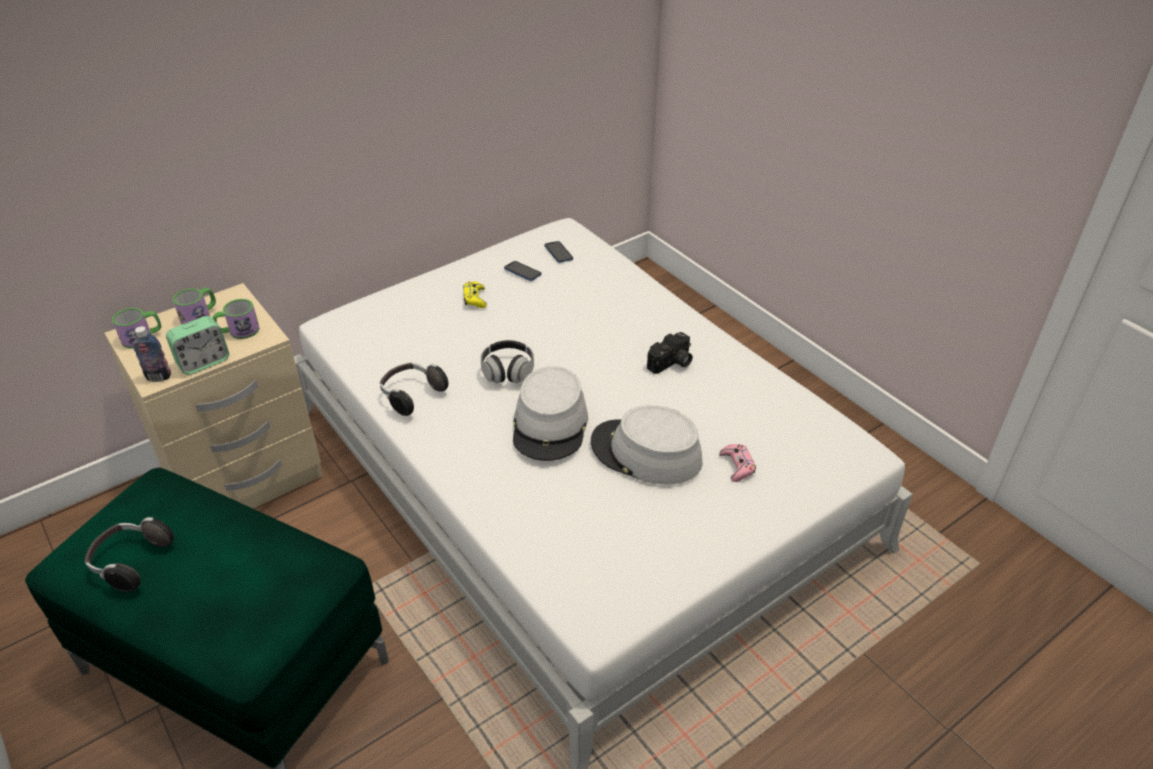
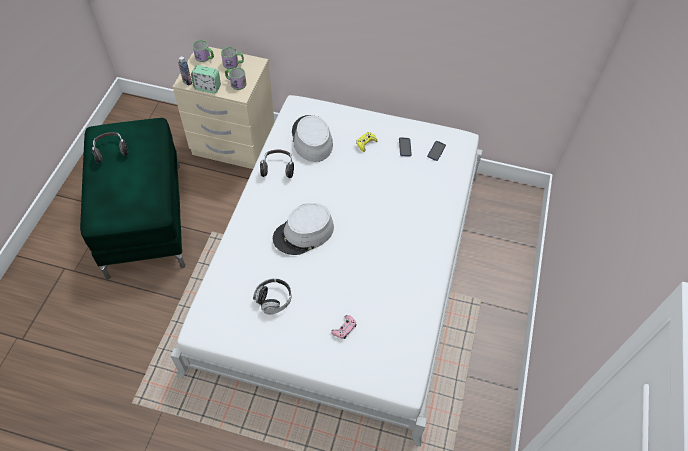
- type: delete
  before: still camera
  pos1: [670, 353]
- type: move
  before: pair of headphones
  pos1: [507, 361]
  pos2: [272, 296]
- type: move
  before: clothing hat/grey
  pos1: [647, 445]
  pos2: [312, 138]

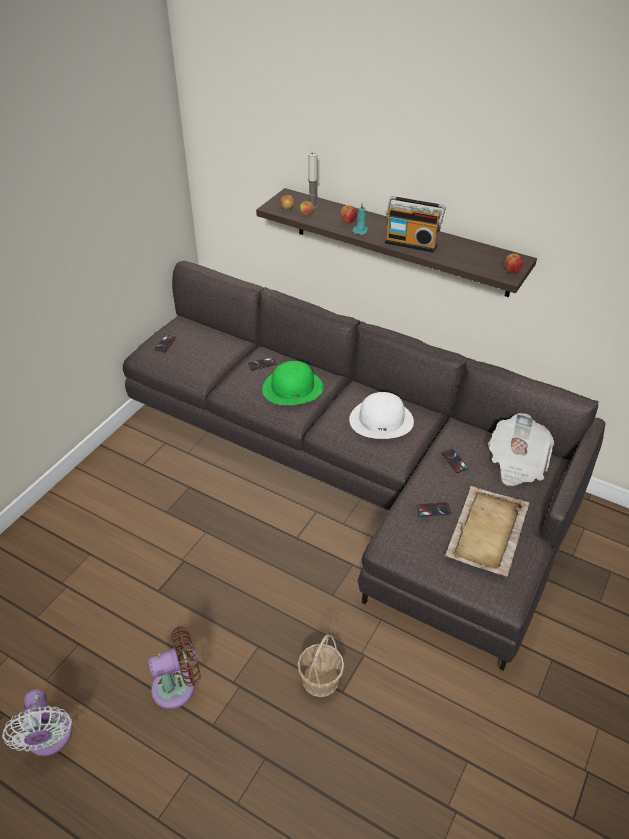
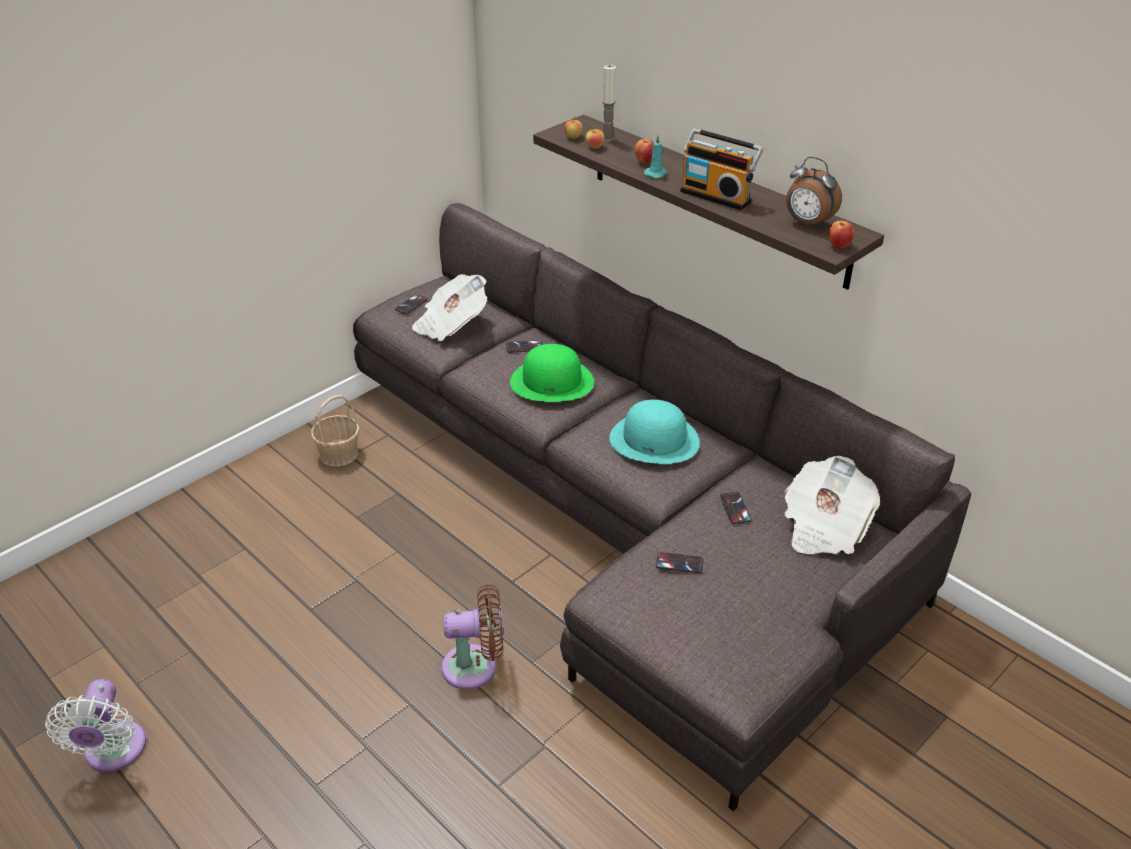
- type: delete
  before: carrying tray/beige
  pos1: [487, 531]
- type: insert
  after: printed paper
  pos2: [449, 307]
- type: insert
  after: alarm clock
  pos2: [814, 192]
- type: move
  before: fan/brown-coloured
  pos1: [174, 667]
  pos2: [472, 636]
- type: move
  before: household basket
  pos1: [321, 665]
  pos2: [335, 431]
- type: recolor
  before: clothing hat/whitish
  after: clothing hat/blue-green
  pos1: [381, 415]
  pos2: [655, 431]

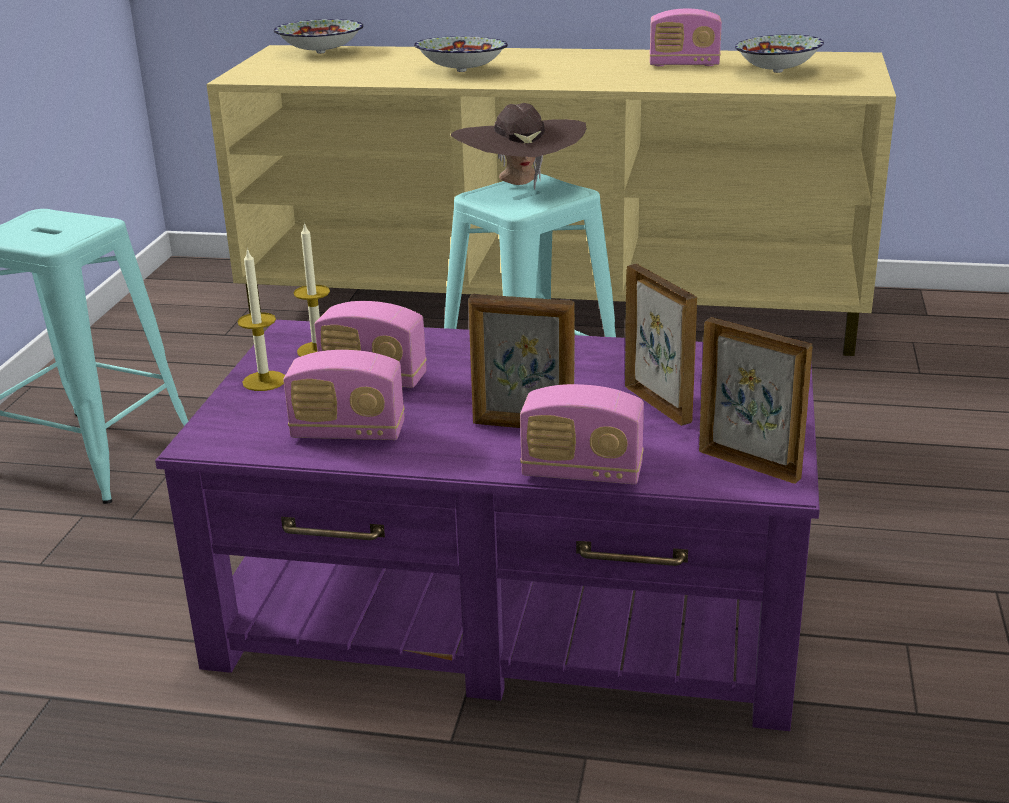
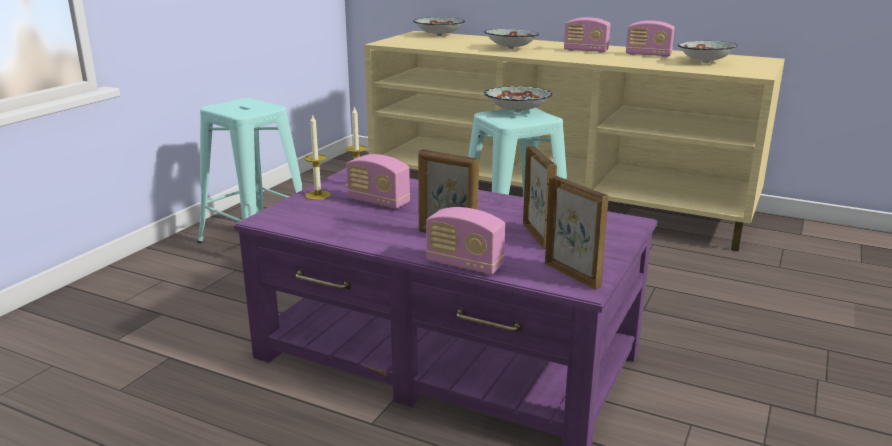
- type: move
  before: radio set
  pos1: [343, 395]
  pos2: [587, 35]
- type: replace
  before: clothing hat/brown-coloured
  after: bowl
  pos1: [518, 146]
  pos2: [518, 99]

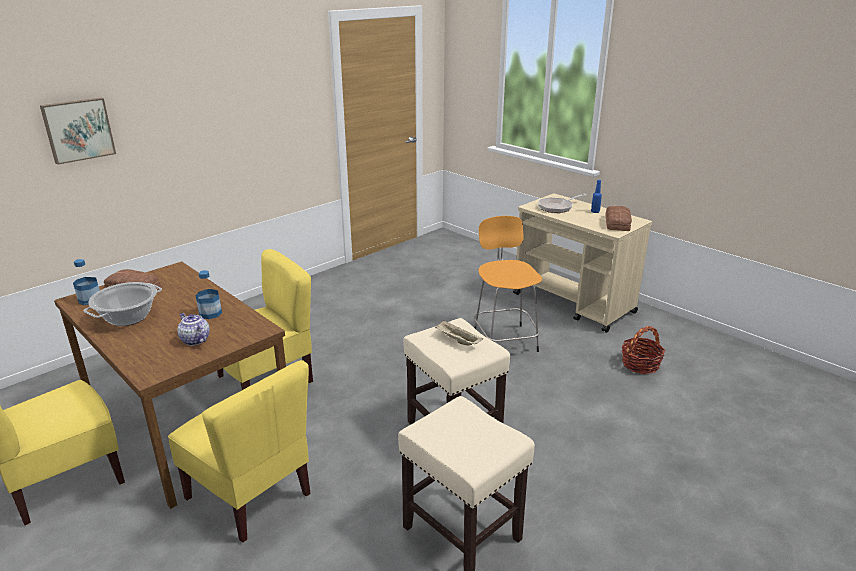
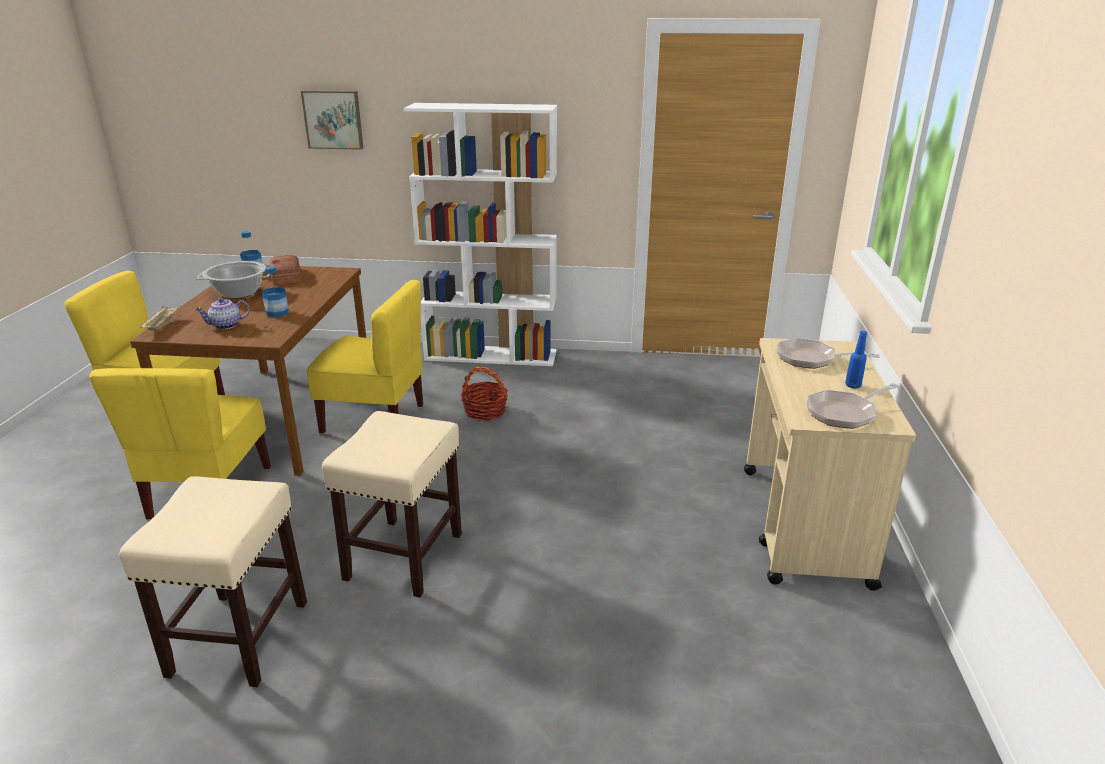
- type: delete
  before: sitting stool/orangey
  pos1: [508, 284]
- type: insert
  after: bookcase/whitish
  pos2: [480, 234]
- type: move
  before: carrying tray/beige
  pos1: [459, 332]
  pos2: [160, 317]
- type: move
  before: household basket
  pos1: [643, 350]
  pos2: [484, 394]
- type: replace
  before: baked bread
  after: skillet
  pos1: [619, 218]
  pos2: [853, 406]
- type: rotate
  before: tea pot
  pos1: [193, 329]
  pos2: [222, 313]
  turn: -120

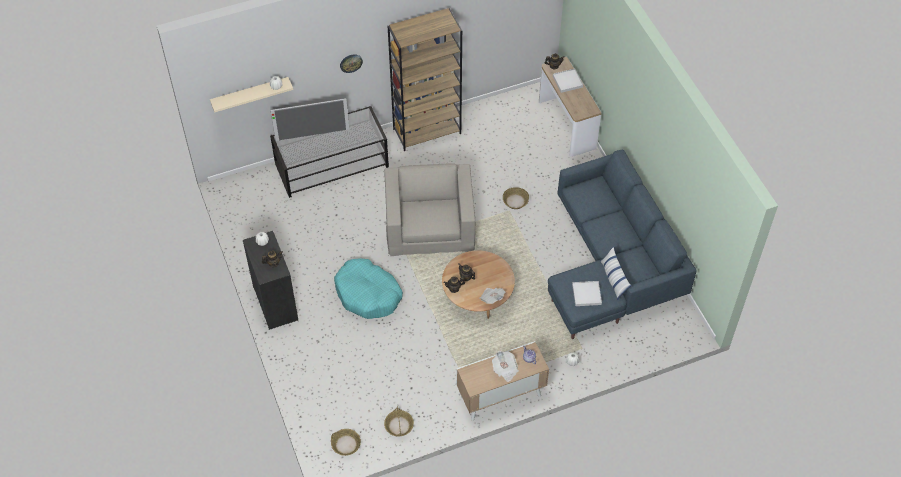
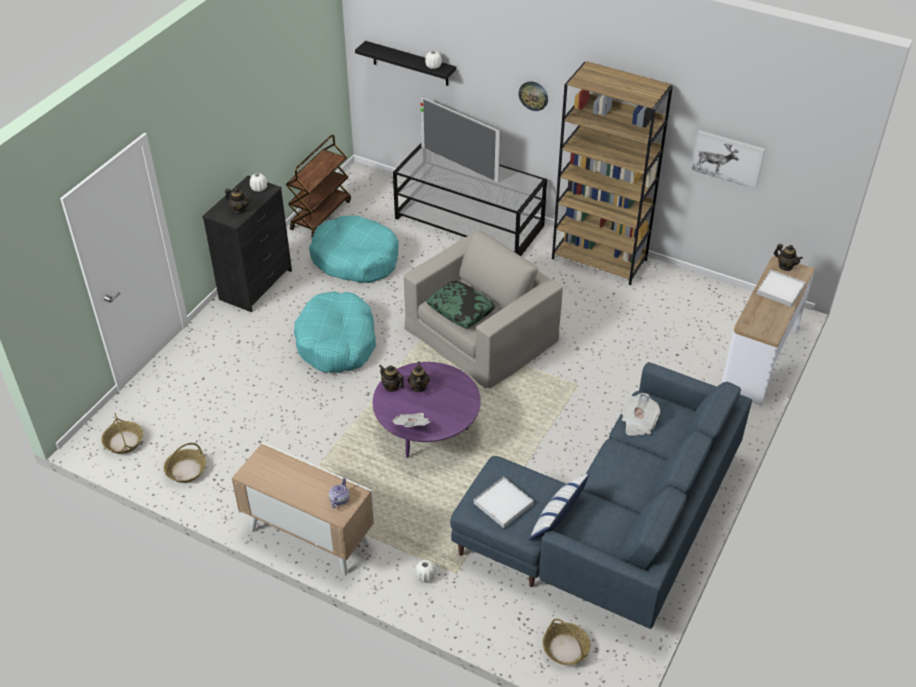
- type: insert
  after: wheeled cart/brown-coloured
  pos2: [318, 186]
- type: insert
  after: dog cushion/blue-green
  pos2: [354, 249]
- type: insert
  after: pillow
  pos2: [460, 304]
- type: insert
  after: picture
  pos2: [728, 159]
- type: move
  before: printed paper
  pos1: [505, 366]
  pos2: [640, 414]
- type: move
  before: household basket
  pos1: [516, 198]
  pos2: [567, 642]
- type: recolor
  before: bracket shelf/beige
  after: bracket shelf/black-coloured
  pos1: [251, 95]
  pos2: [405, 63]
- type: recolor
  before: lounge table/brown-coloured
  after: lounge table/purple
  pos1: [478, 284]
  pos2: [427, 410]

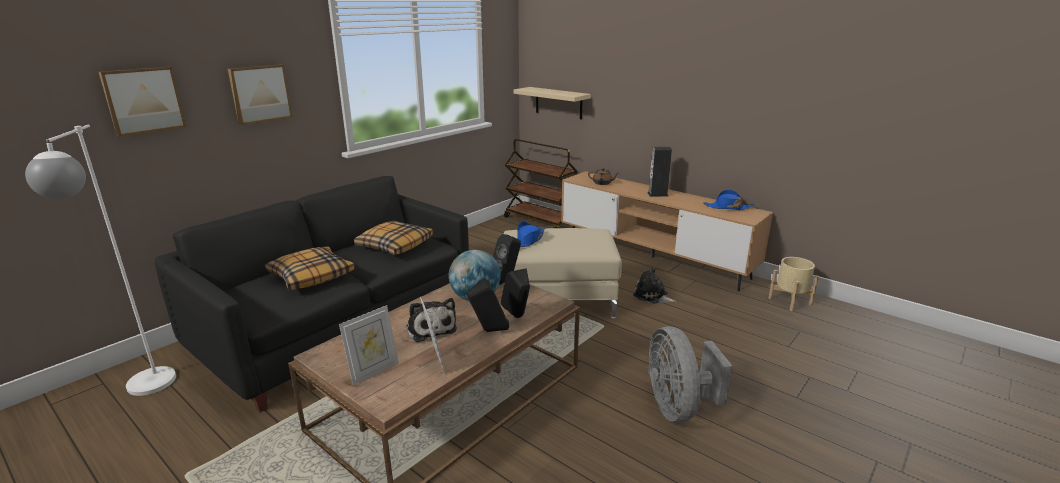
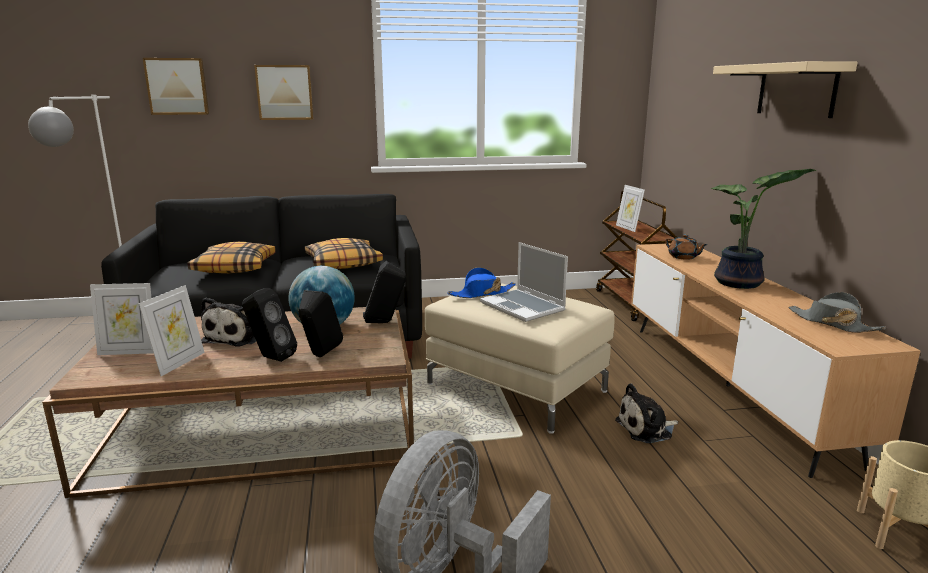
- type: insert
  after: laptop
  pos2: [524, 282]
- type: insert
  after: photo frame
  pos2: [630, 208]
- type: move
  before: bracket shelf/beige
  pos1: [552, 103]
  pos2: [785, 89]
- type: replace
  before: speaker
  after: houseplant
  pos1: [659, 172]
  pos2: [763, 229]
- type: recolor
  before: clothing hat/bluish
  after: clothing hat/grey
  pos1: [728, 200]
  pos2: [837, 312]
- type: rotate
  before: plush toy
  pos1: [654, 285]
  pos2: [646, 413]
  turn: -90

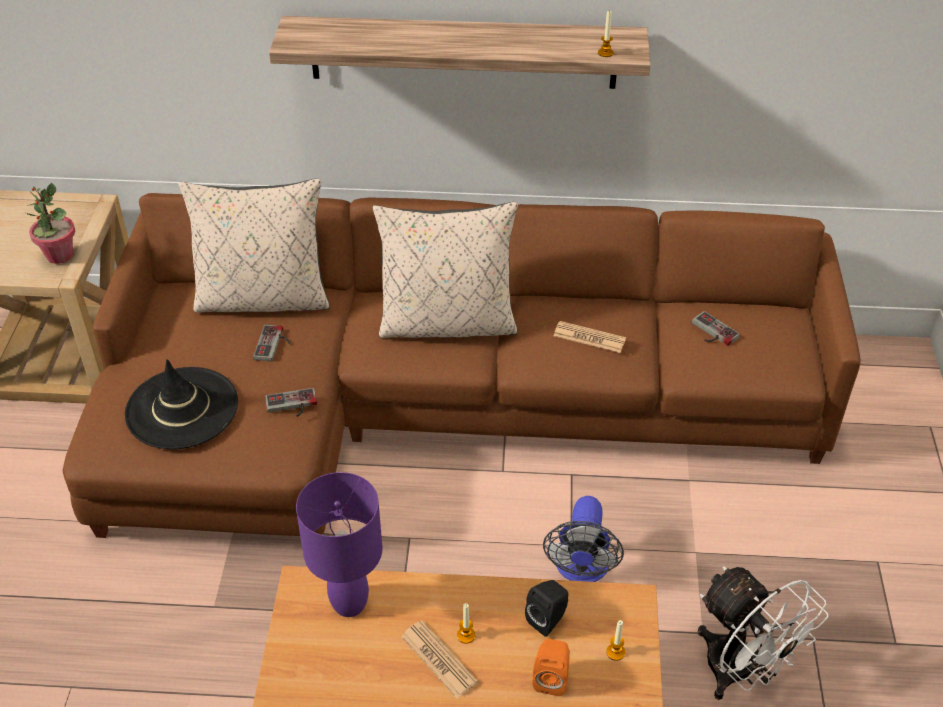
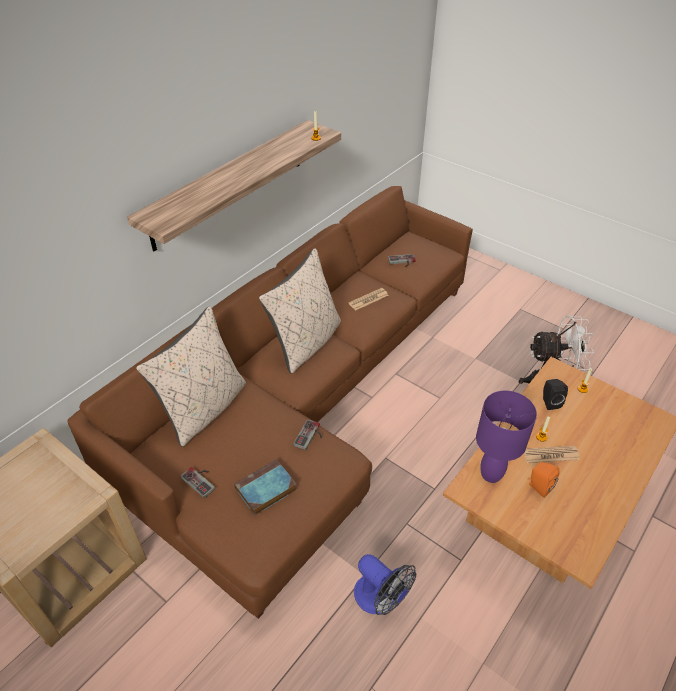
- type: delete
  before: houseplant
  pos1: [50, 223]
- type: move
  before: game controller
  pos1: [271, 342]
  pos2: [198, 482]
- type: move
  before: speaker/orangey
  pos1: [551, 667]
  pos2: [544, 480]
- type: move
  before: fan
  pos1: [583, 539]
  pos2: [385, 584]
- type: replace
  before: clothing hat/black-coloured
  after: volume
  pos1: [181, 404]
  pos2: [265, 487]

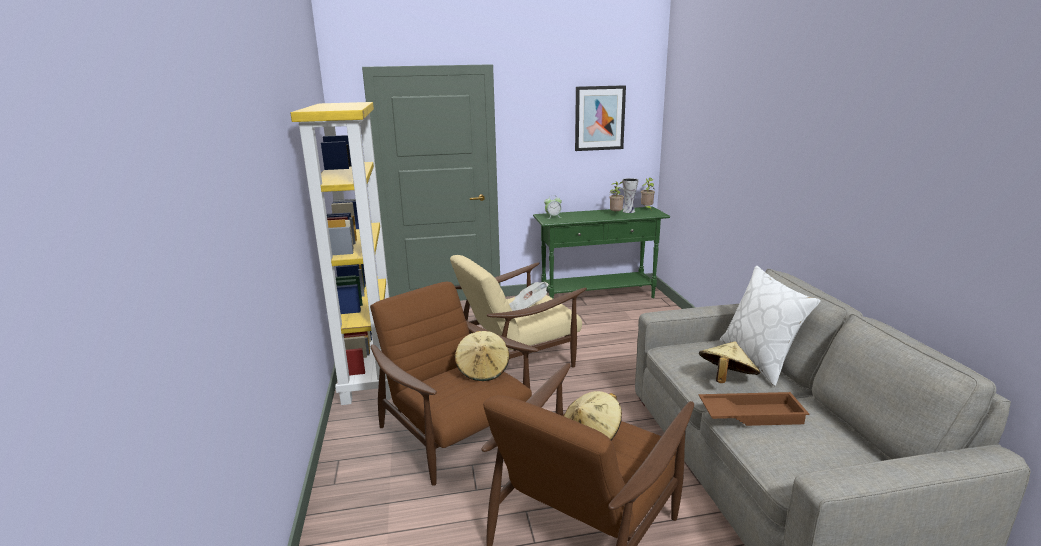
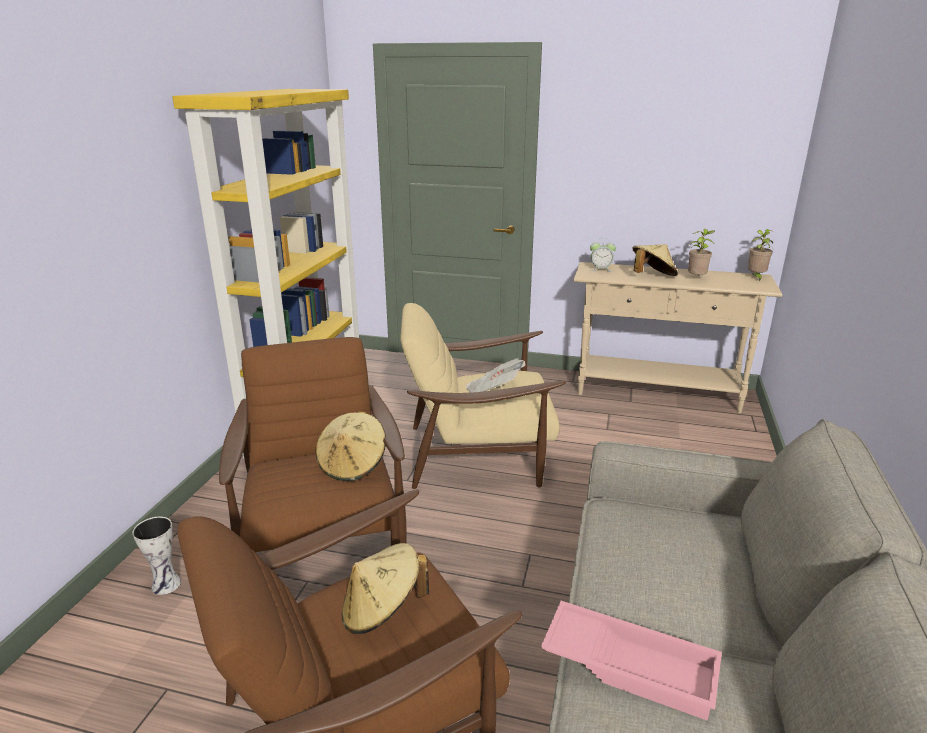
- type: delete
  before: picture
  pos1: [600, 118]
- type: delete
  before: pillow/whitish
  pos1: [770, 325]
- type: move
  before: decorative vase
  pos1: [630, 195]
  pos2: [156, 555]
- type: move
  before: clothing hat/beige
  pos1: [729, 362]
  pos2: [655, 260]
- type: recolor
  before: hall table/green-coloured
  after: hall table/beige
  pos1: [601, 252]
  pos2: [678, 337]
- type: recolor
  before: carrying tray/brown-coloured
  after: carrying tray/pinkish
  pos1: [754, 409]
  pos2: [631, 661]

